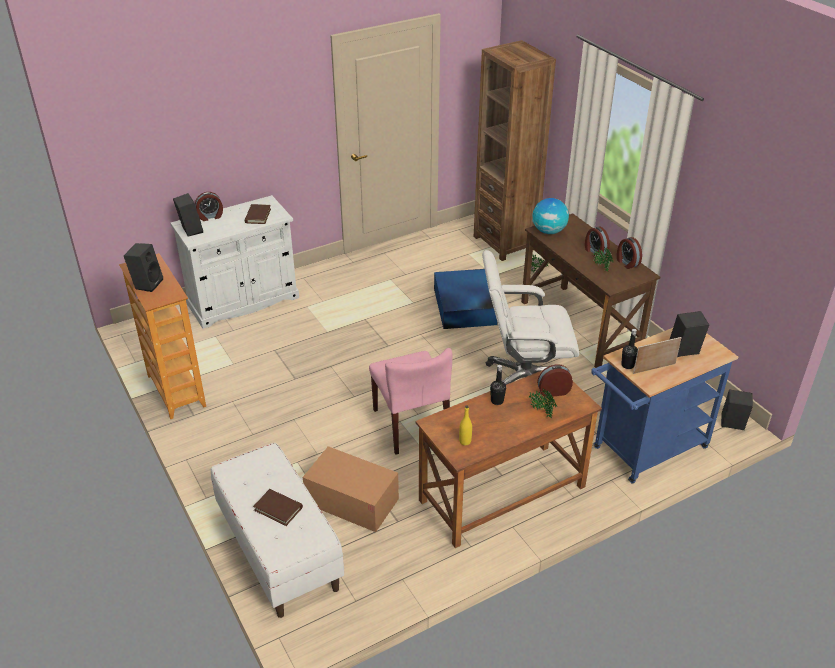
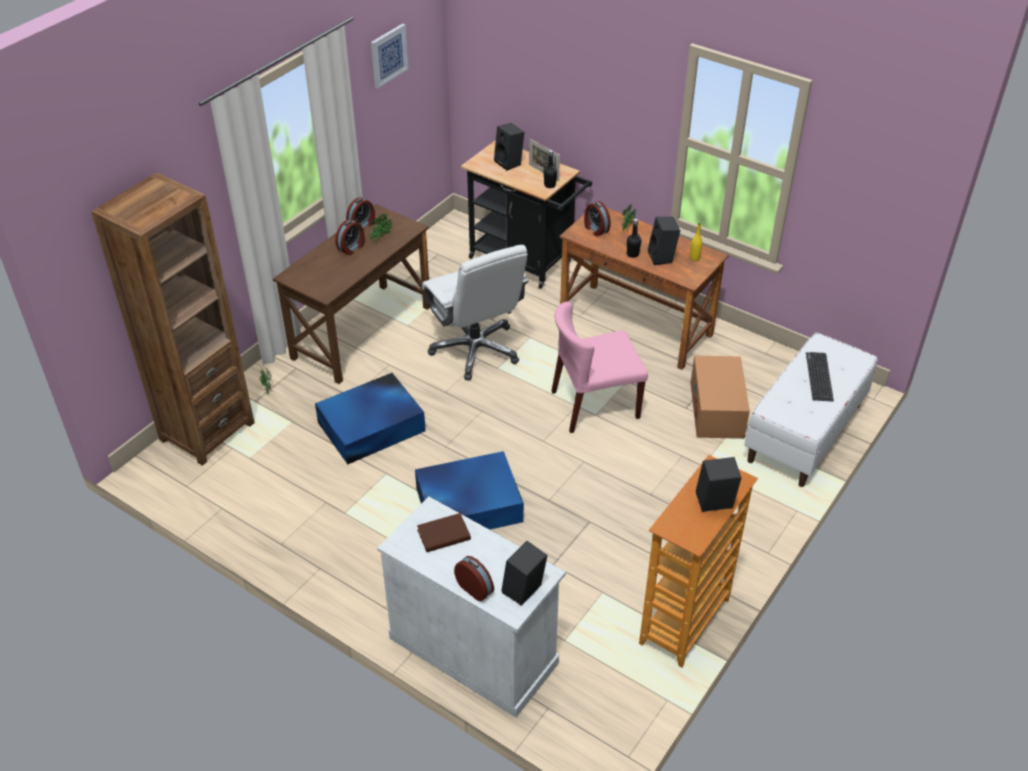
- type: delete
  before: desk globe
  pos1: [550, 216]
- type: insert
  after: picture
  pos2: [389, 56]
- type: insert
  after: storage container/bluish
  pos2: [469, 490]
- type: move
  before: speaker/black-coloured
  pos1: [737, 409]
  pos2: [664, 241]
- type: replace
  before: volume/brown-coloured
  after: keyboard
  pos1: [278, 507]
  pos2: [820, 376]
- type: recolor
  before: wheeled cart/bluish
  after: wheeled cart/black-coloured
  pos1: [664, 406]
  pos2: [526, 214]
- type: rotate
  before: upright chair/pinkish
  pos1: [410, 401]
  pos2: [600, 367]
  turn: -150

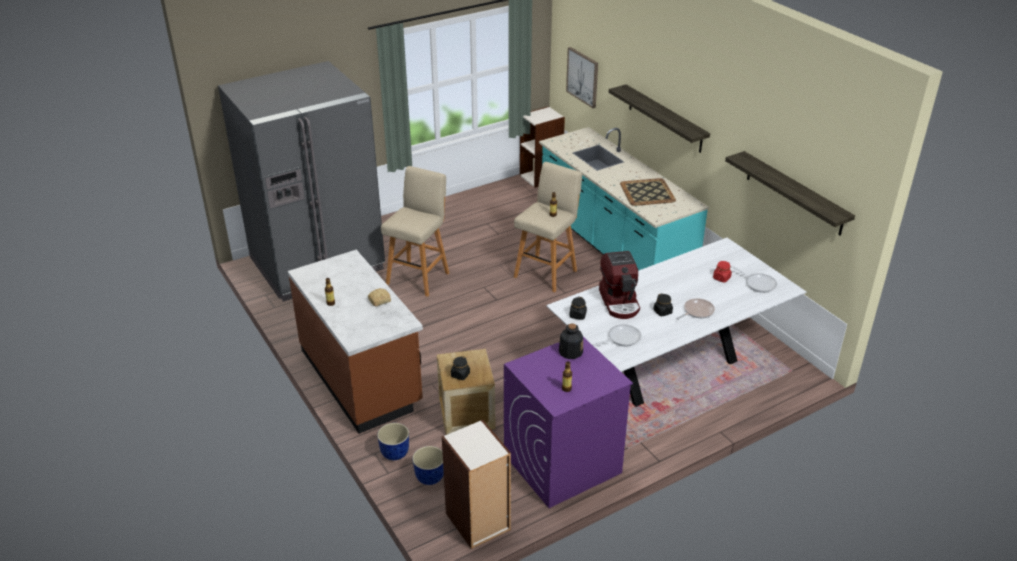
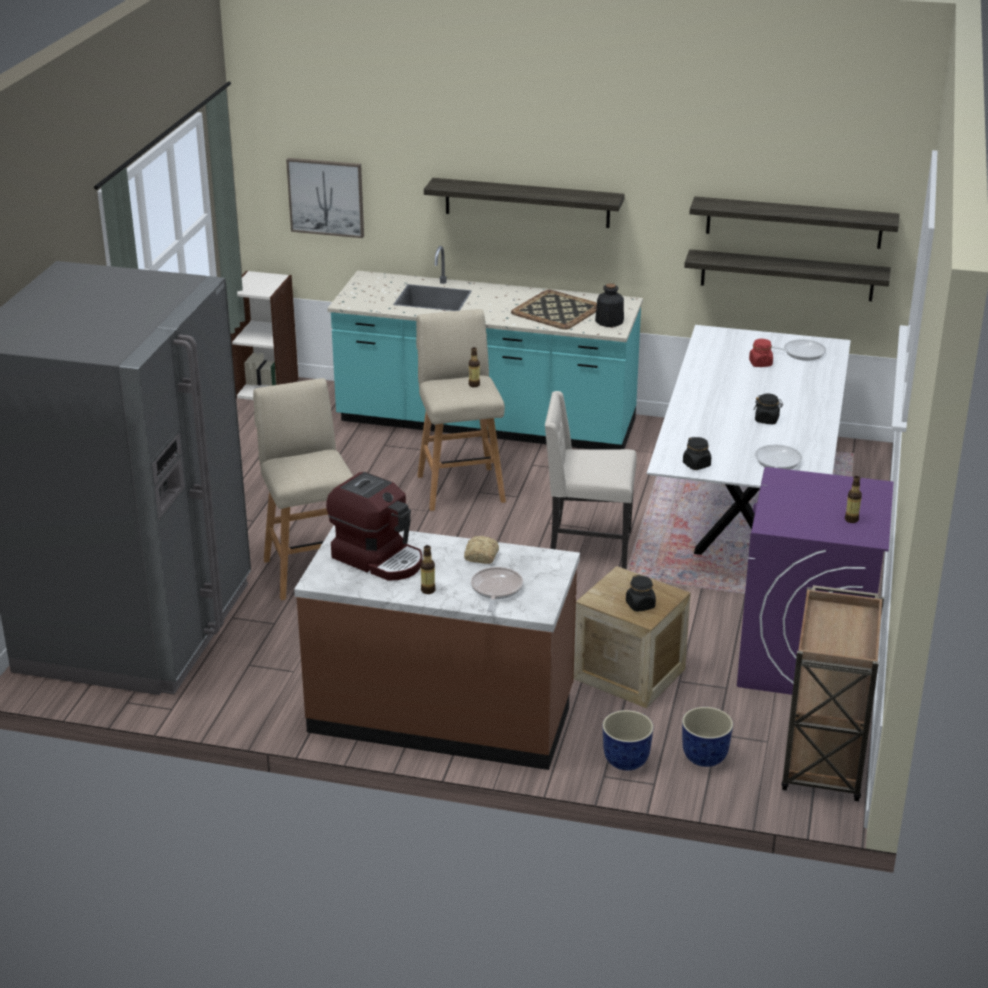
- type: insert
  after: upright chair/beige
  pos2: [590, 480]
- type: insert
  after: bracket shelf
  pos2: [787, 275]
- type: move
  before: drink bottle
  pos1: [571, 341]
  pos2: [609, 305]
- type: move
  before: coffee brewer
  pos1: [619, 285]
  pos2: [374, 526]
- type: move
  before: skillet
  pos1: [695, 309]
  pos2: [497, 589]
- type: replace
  before: bookcase
  after: wheeled cart/brown-coloured
  pos1: [476, 484]
  pos2: [832, 693]

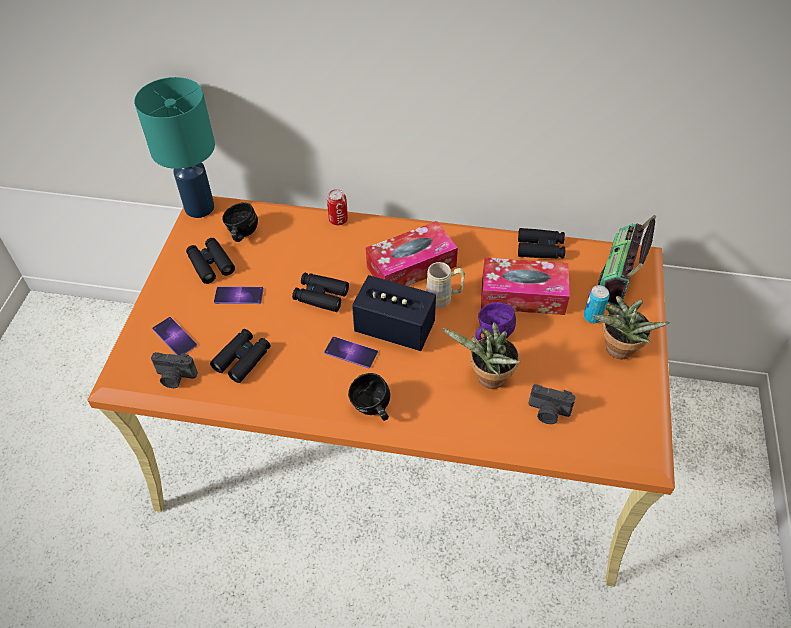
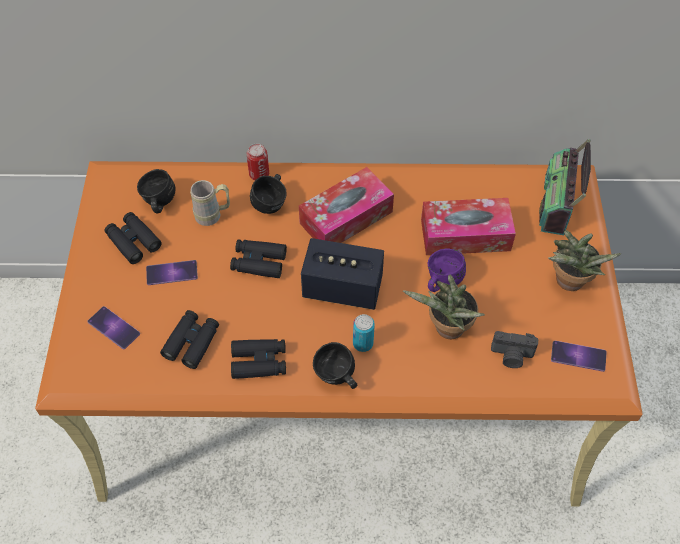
- type: delete
  before: tabletop lamp/blue-green
  pos1: [174, 147]
- type: delete
  before: still camera
  pos1: [174, 370]
- type: insert
  after: mug/black-coloured
  pos2: [268, 194]
- type: move
  before: handset
  pos1: [351, 352]
  pos2: [579, 356]
- type: move
  before: mug/beige
  pos1: [445, 285]
  pos2: [210, 203]
- type: move
  before: binoculars/black-coloured
  pos1: [541, 243]
  pos2: [258, 359]
- type: move
  before: can
  pos1: [597, 304]
  pos2: [364, 333]

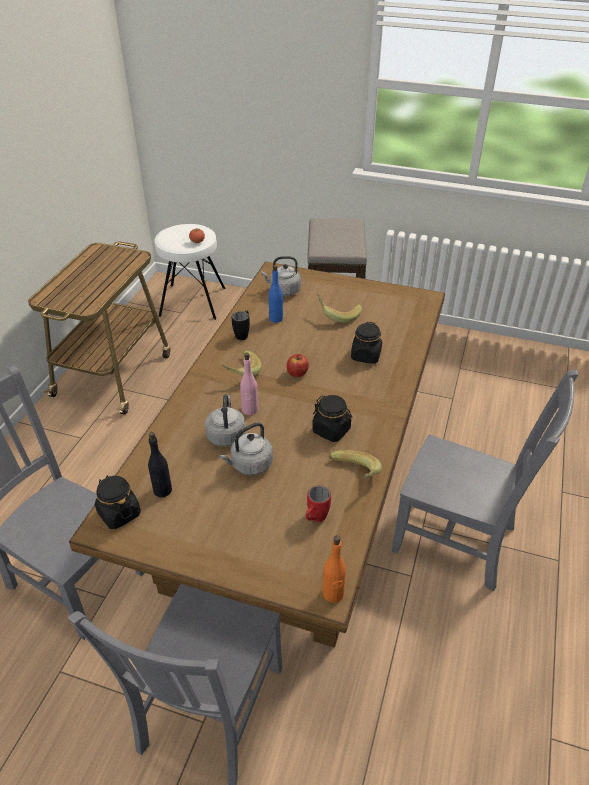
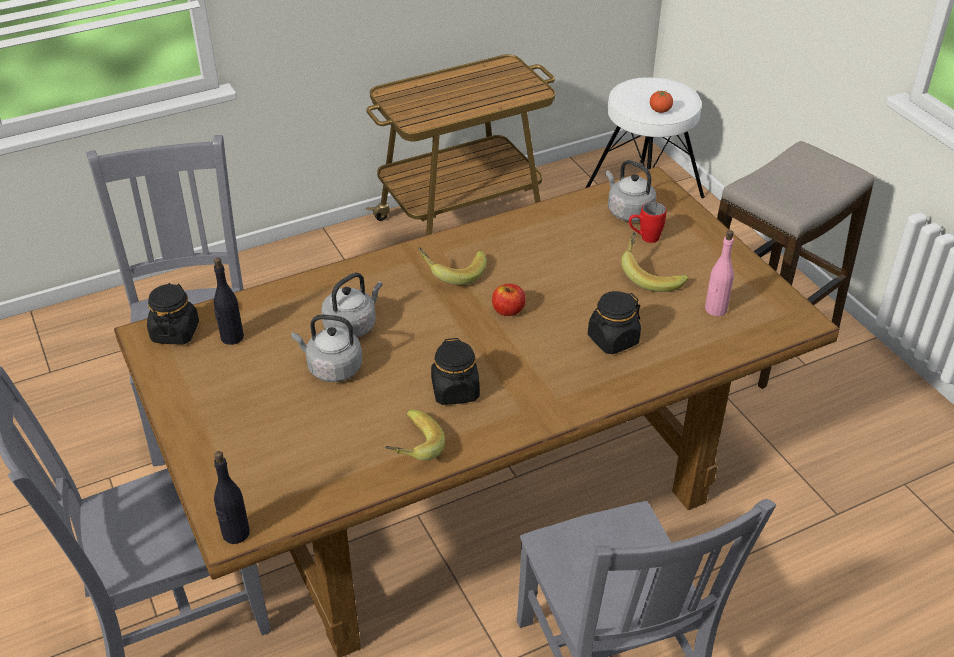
- type: delete
  before: mug/black-coloured
  pos1: [241, 325]
- type: delete
  before: drink bottle/bluish
  pos1: [276, 294]
- type: move
  before: drink bottle/pinkish
  pos1: [249, 384]
  pos2: [719, 273]
- type: move
  before: mug/red-coloured
  pos1: [318, 503]
  pos2: [648, 222]
- type: recolor
  before: drink bottle/orangey
  after: drink bottle/black-coloured
  pos1: [334, 569]
  pos2: [232, 497]

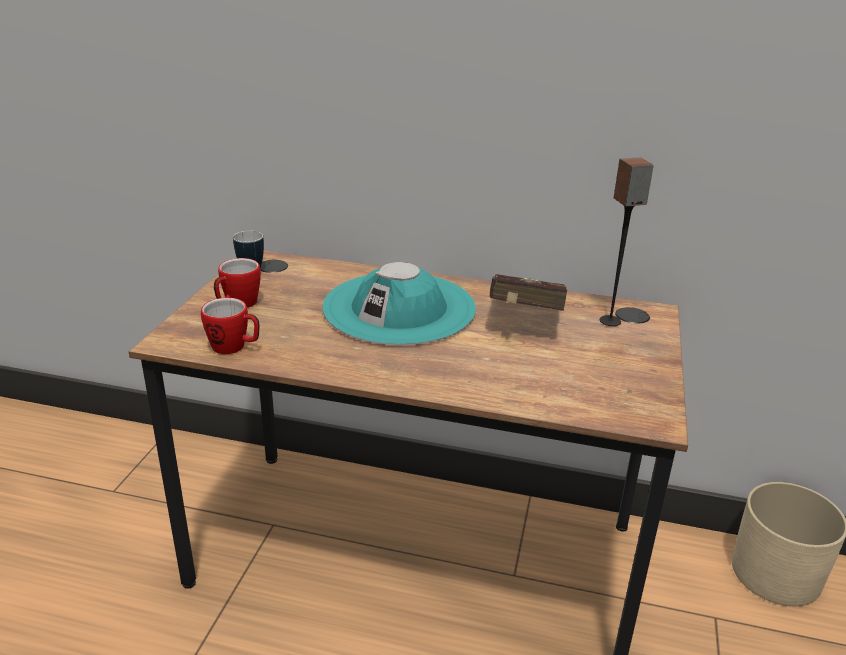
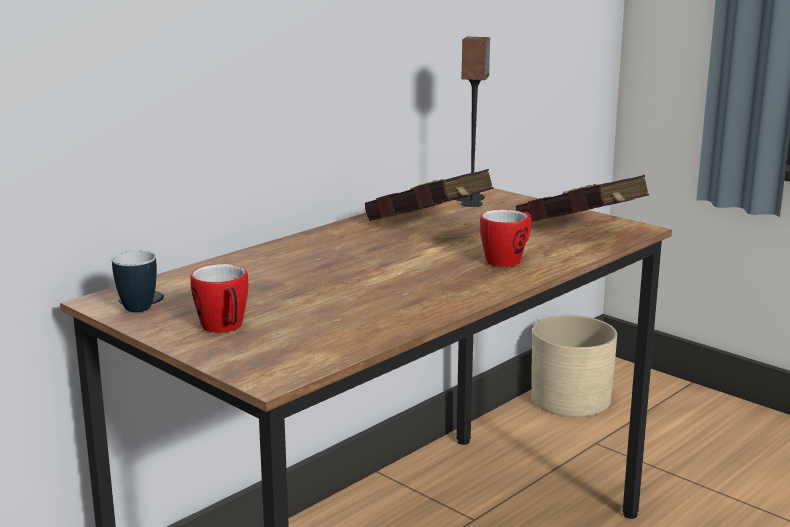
- type: delete
  before: clothing hat/blue-green
  pos1: [399, 303]
- type: insert
  after: volume/red-coloured
  pos2: [582, 198]
- type: move
  before: mug
  pos1: [230, 326]
  pos2: [506, 238]

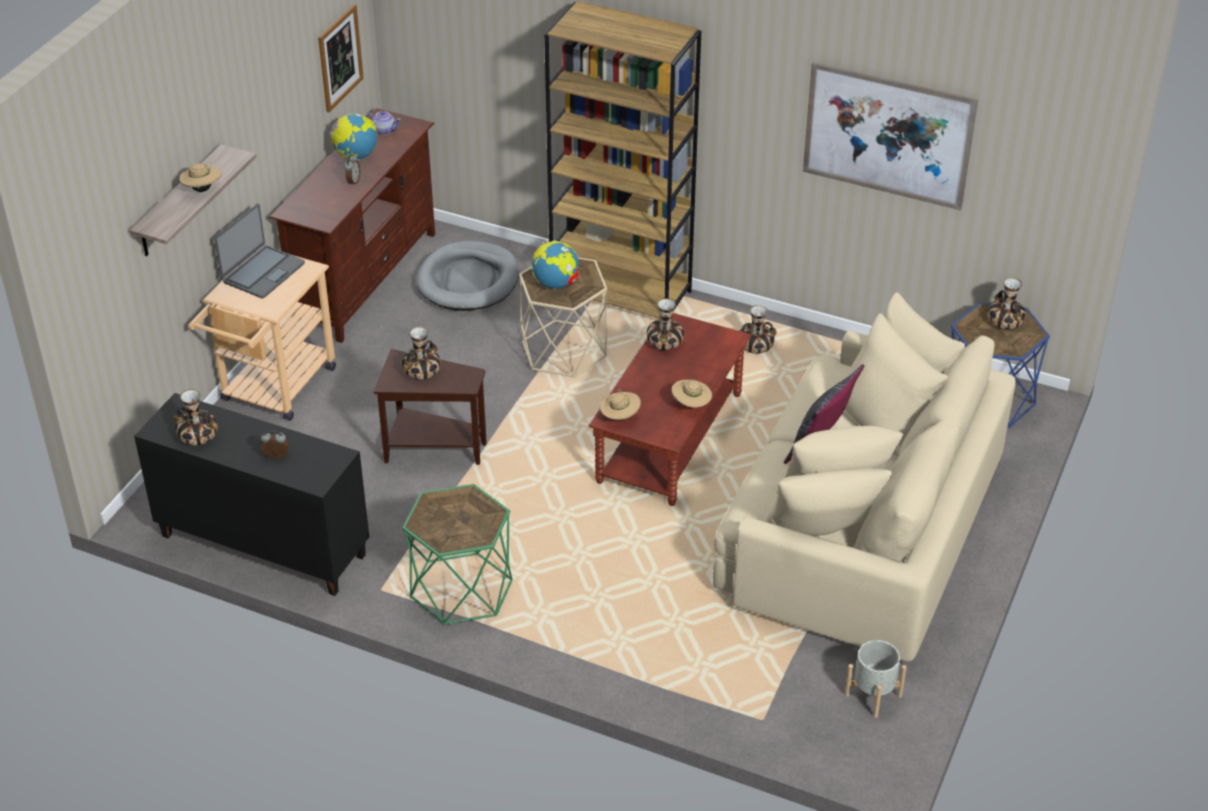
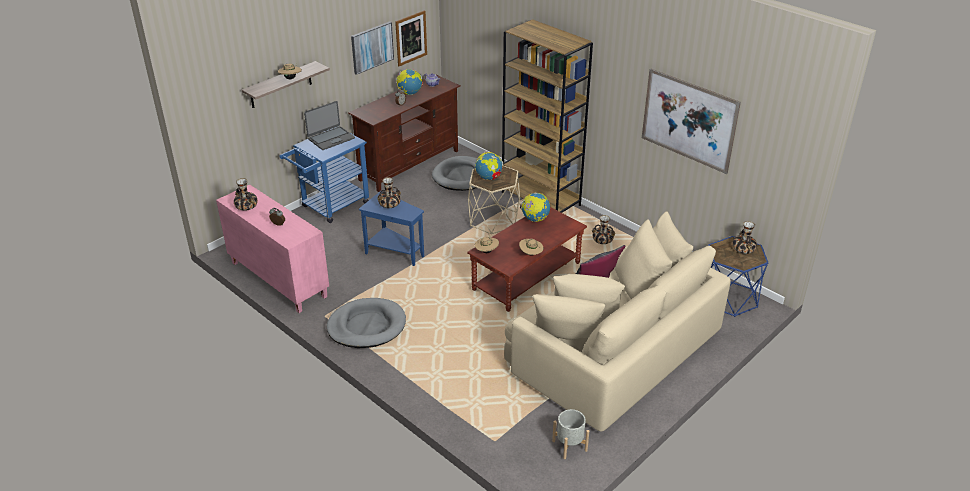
- type: insert
  after: picture
  pos2: [372, 48]
- type: replace
  before: end table/green-coloured
  after: dog cushion/grey
  pos1: [457, 554]
  pos2: [366, 323]
- type: replace
  before: decorative vase
  after: desk globe
  pos1: [665, 324]
  pos2: [535, 207]
- type: recolor
  before: storage cabinet/black-coloured
  after: storage cabinet/pinkish
  pos1: [251, 494]
  pos2: [272, 249]
- type: recolor
  before: wheeled cart/beige
  after: wheeled cart/bluish
  pos1: [262, 334]
  pos2: [324, 175]
- type: recolor
  before: end table/brown-coloured
  after: end table/bluish
  pos1: [430, 407]
  pos2: [391, 228]

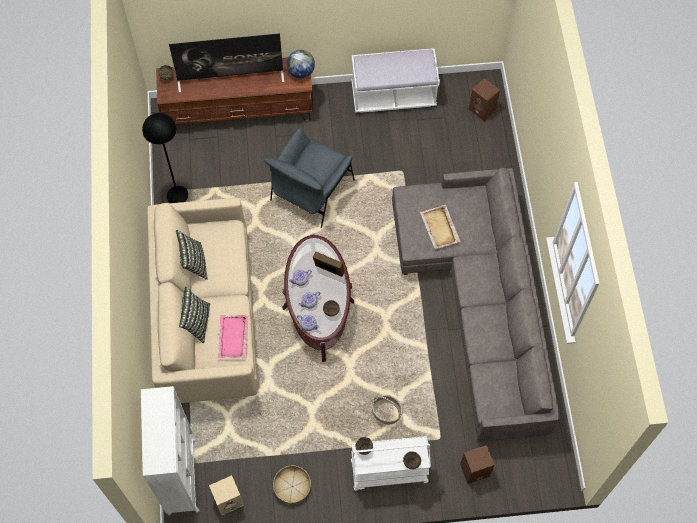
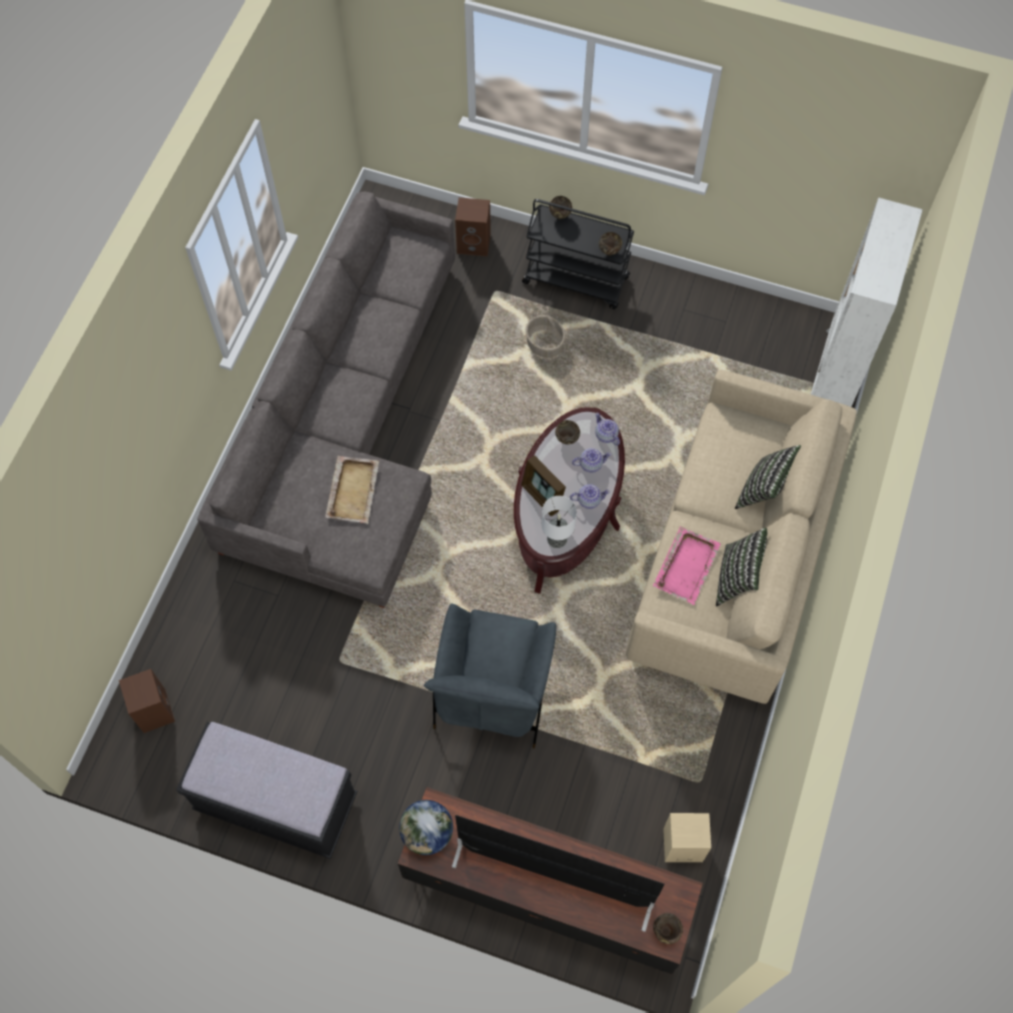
- type: delete
  before: standard lamp/black-coloured
  pos1: [165, 158]
- type: delete
  before: household basket
  pos1: [292, 484]
- type: insert
  after: tabletop lamp
  pos2: [559, 522]
- type: move
  before: speaker/beige
  pos1: [226, 495]
  pos2: [687, 837]
- type: move
  before: carrying tray/pinkish
  pos1: [233, 337]
  pos2: [687, 565]
- type: recolor
  before: bench/whitish
  after: bench/black-coloured
  pos1: [395, 80]
  pos2: [267, 790]
- type: recolor
  before: wheeled cart/whitish
  after: wheeled cart/black-coloured
  pos1: [391, 463]
  pos2: [578, 254]
- type: rotate
  before: armchair/grey
  pos1: [309, 178]
  pos2: [490, 676]
  turn: 135

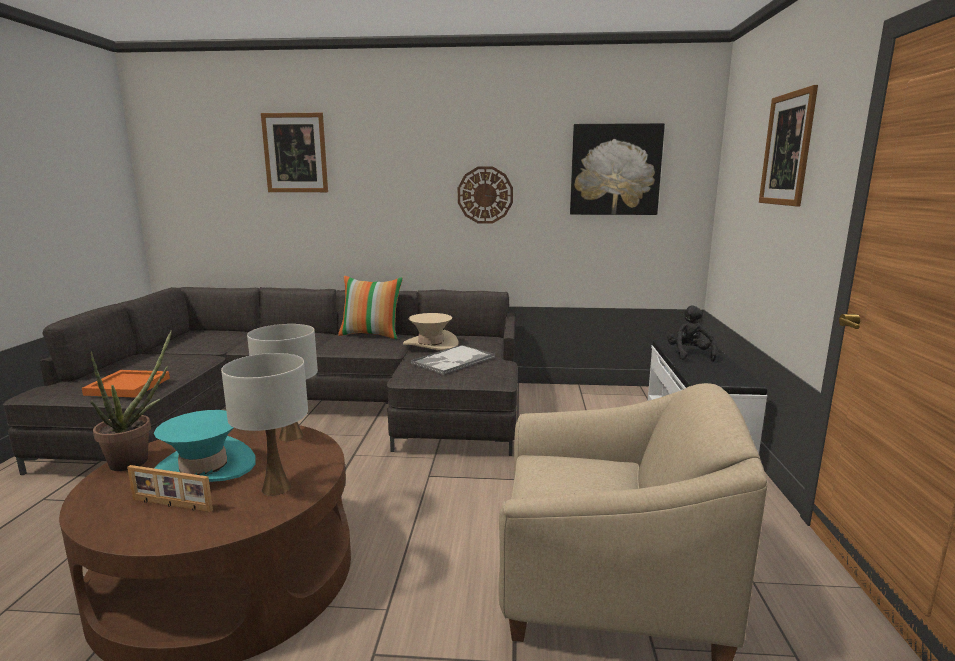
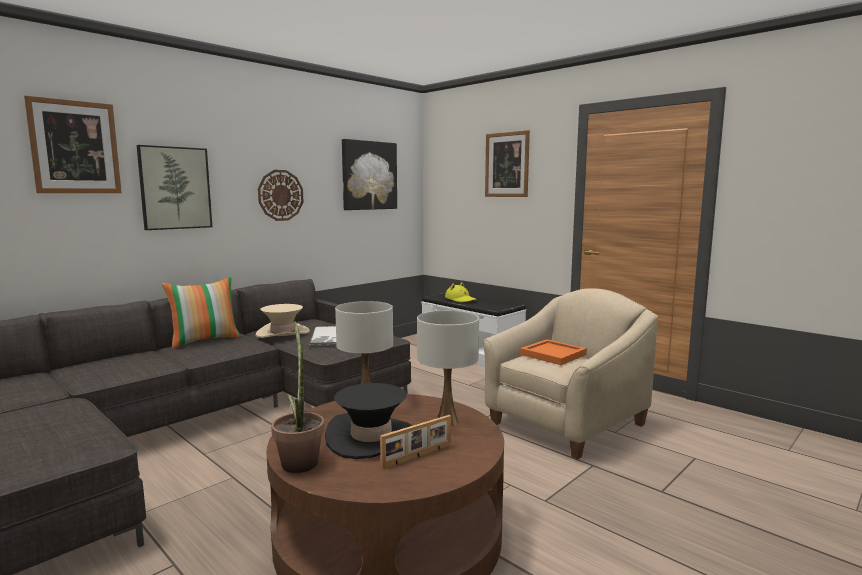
- type: insert
  after: picture
  pos2: [174, 187]
- type: move
  before: carrying tray/orangey
  pos1: [126, 383]
  pos2: [553, 352]
- type: replace
  before: plush toy/black-coloured
  after: clothing hat/yellow
  pos1: [692, 334]
  pos2: [461, 292]
- type: recolor
  before: clothing hat/blue-green
  after: clothing hat/black-coloured
  pos1: [205, 446]
  pos2: [369, 421]

